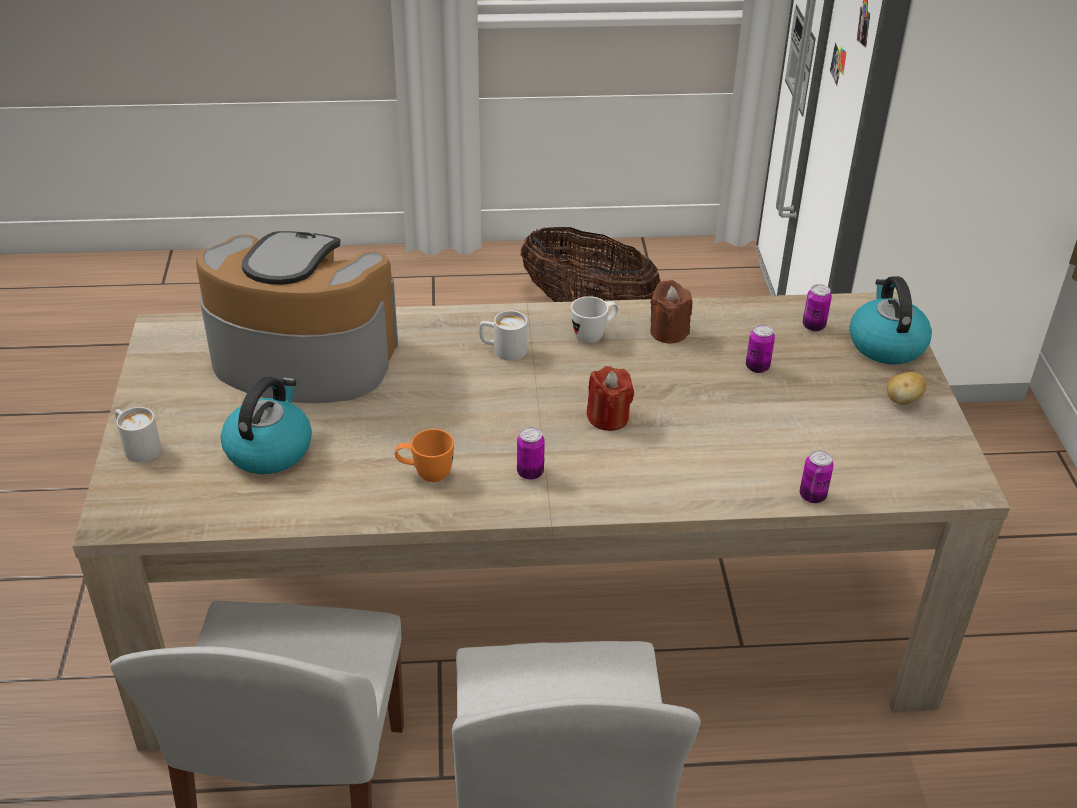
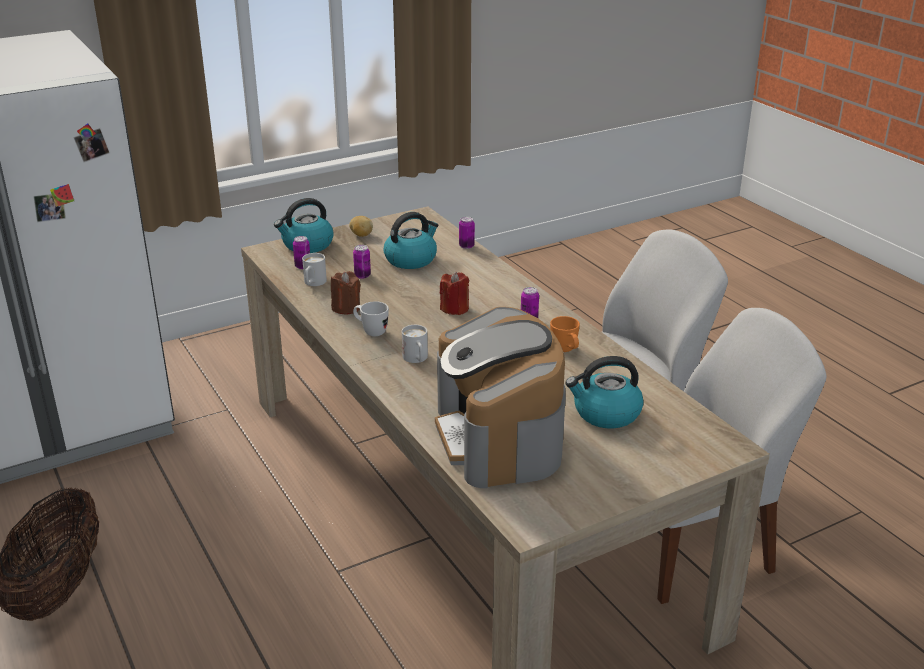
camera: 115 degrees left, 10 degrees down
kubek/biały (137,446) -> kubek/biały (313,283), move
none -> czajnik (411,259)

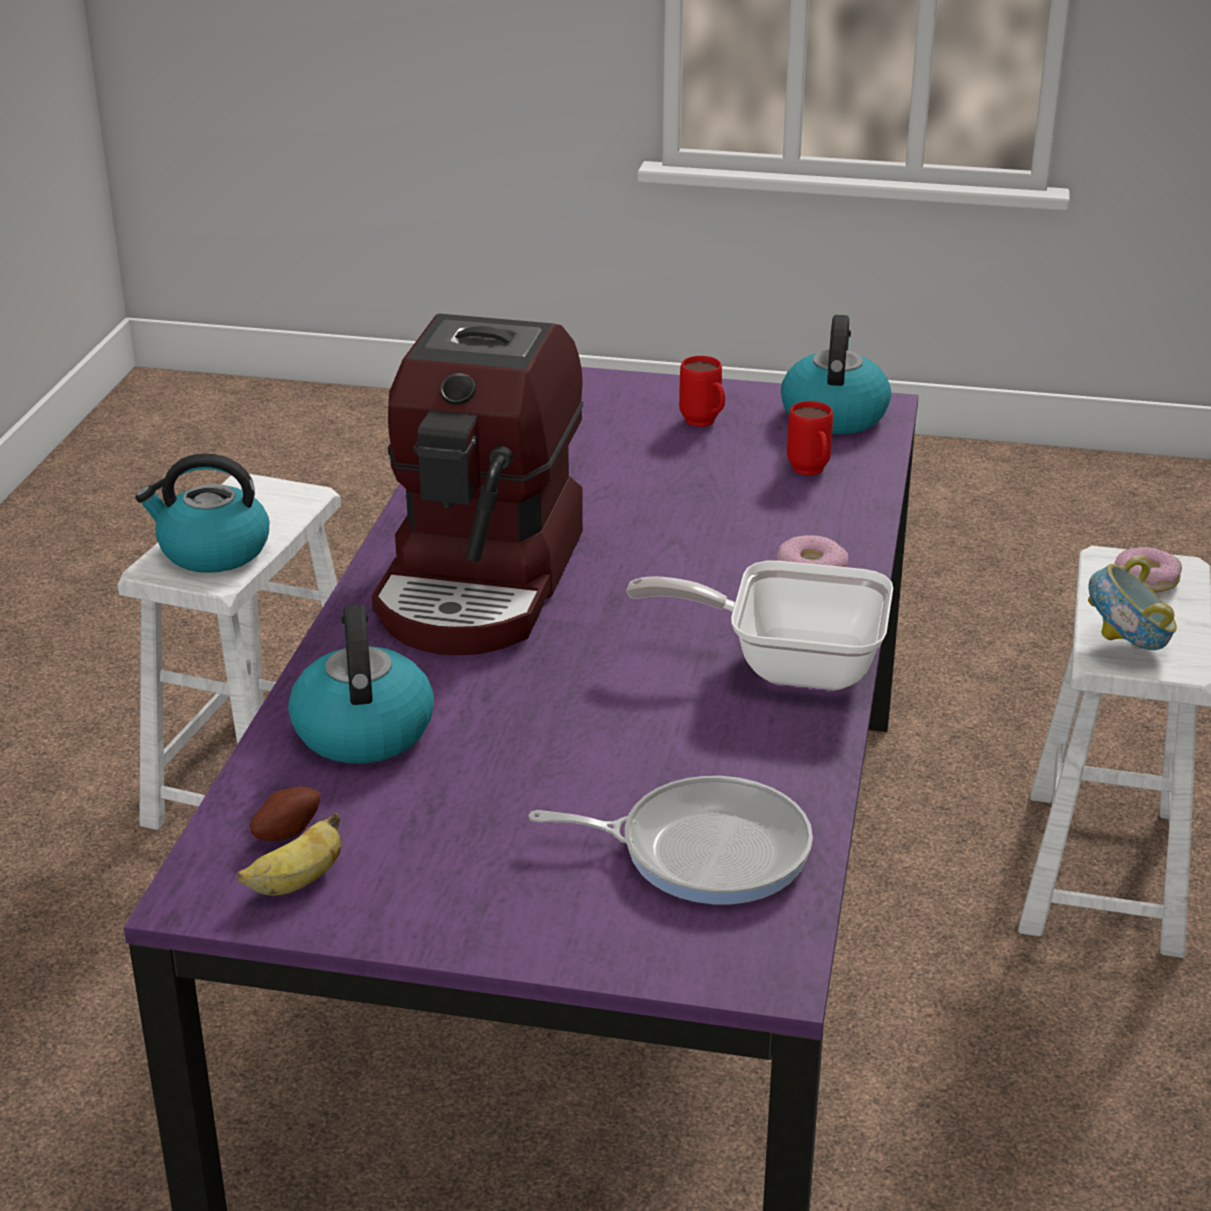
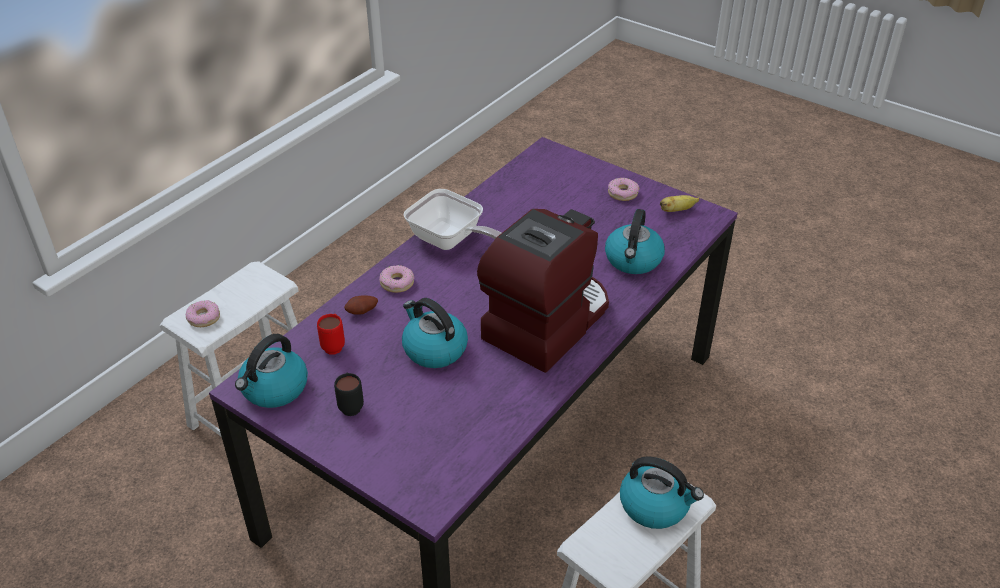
camera: 155 degrees left, 10 degrees up
ziemniak (285,831) -> ziemniak (362,312), move
patelnia (704,850) -> none
kubek/czerwony (704,424) -> kubek/czarny (351,405)
miska (1126,648) -> none
none -> czajnik (434,349)
none -> donut (622,193)

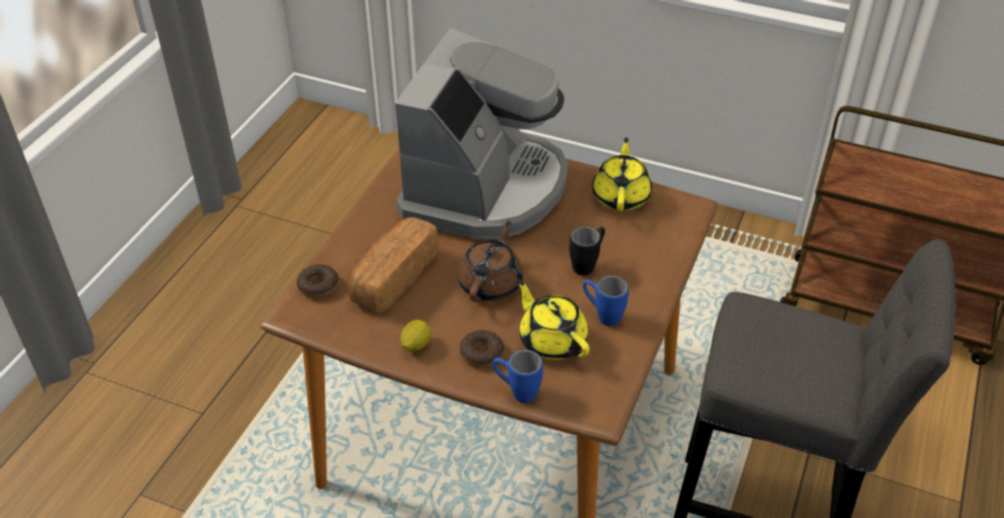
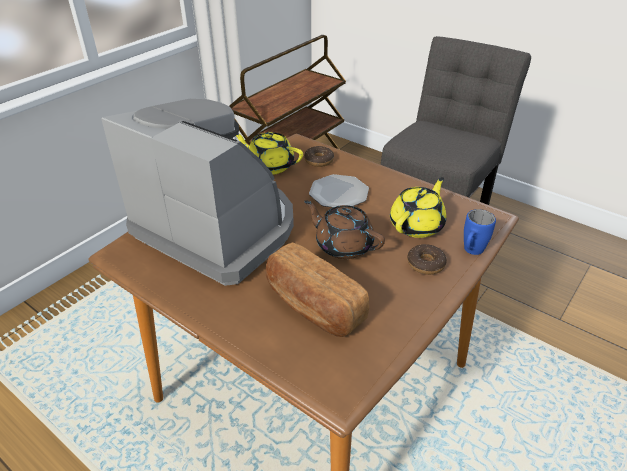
camera: 75 degrees left, 5 degrees down
donut (318,286) -> donut (319,160), move
cytryna (415,345) -> none
imbryk/żółty (552,340) -> imbryk/żółty (417,225), 150 degrees clockwise
kubek/czarny (588,264) -> talerz (338,194)
kubek/niebieski (602,315) -> none

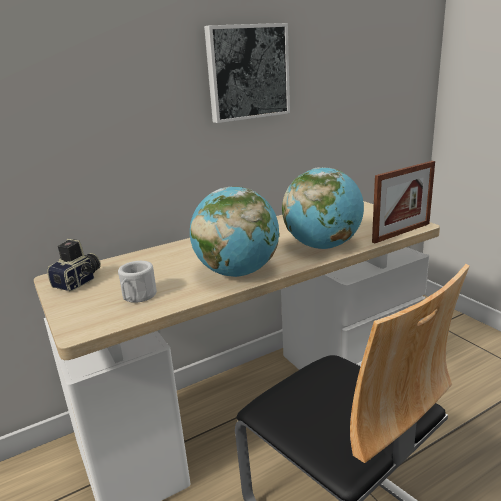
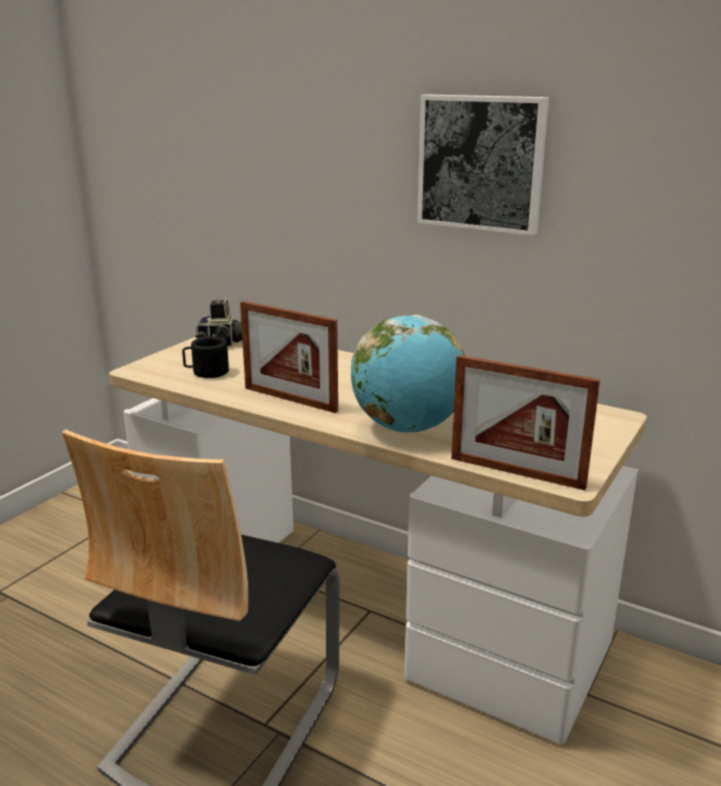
camera: 60 degrees right, 0 degrees up
kubek/biały (137,297) -> kubek/czarny (206,372)
globus (237,272) -> ramka na zdjęcie (290,399)

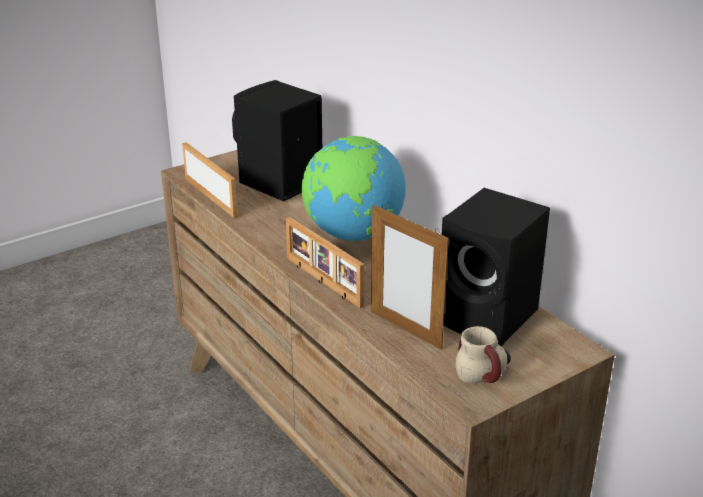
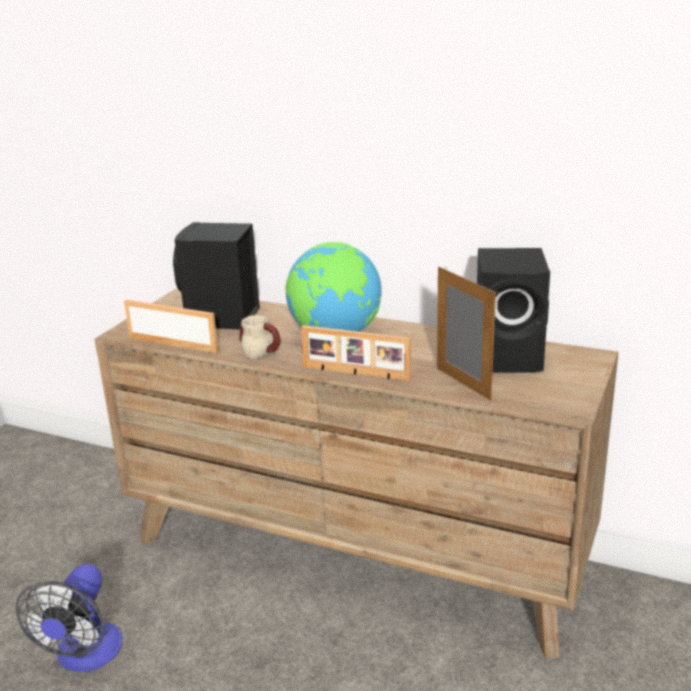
camera: 30 degrees left, 5 degrees down
ramka na zdjęcie (405,330) -> ramka na zdjęcie (463,383), 135 degrees counterclockwise
kubek (487,376) -> kubek (266,352), move
none -> wentylator (84,656)

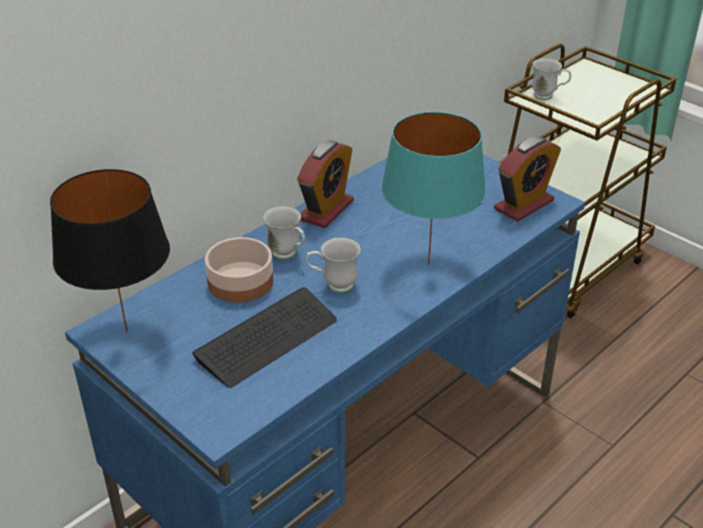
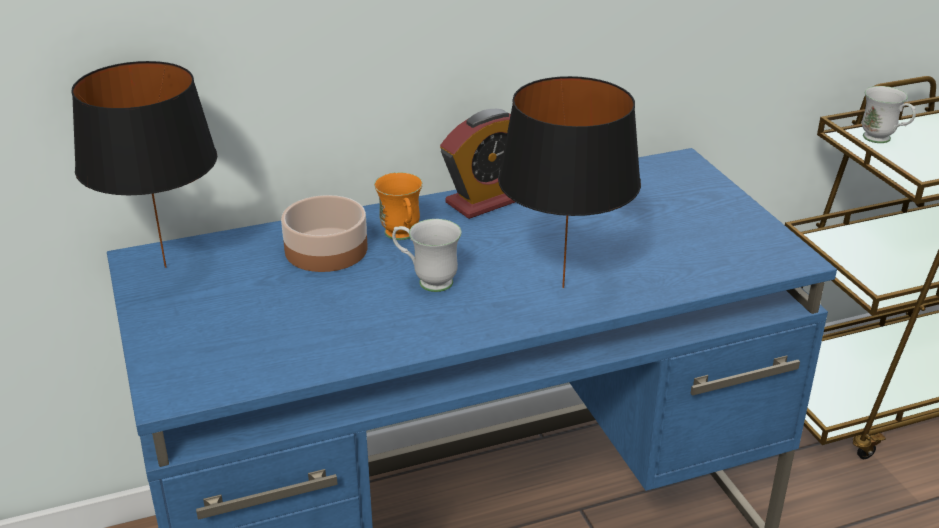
camera: 25 degrees right, 5 degrees down
klawiatura (267,339) -> none
kubek/biały (288,255) -> kubek/pomarańczowy (402,236)
lampa stołowa/turkusowy (429,264) -> lampa stołowa/czarny (563,288)
budzik (523,205) -> none

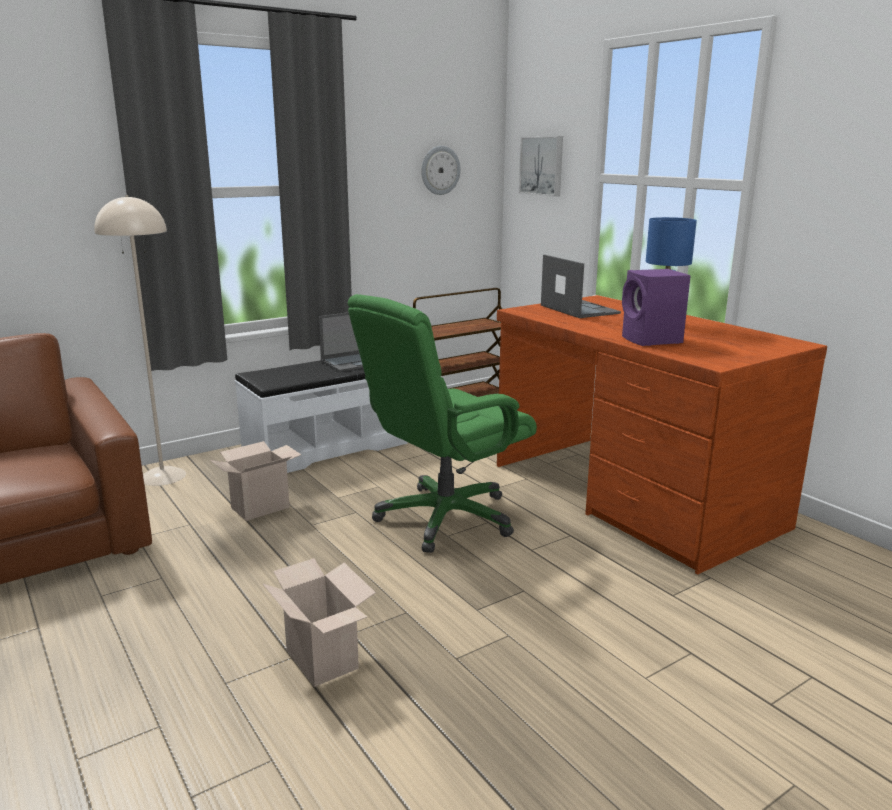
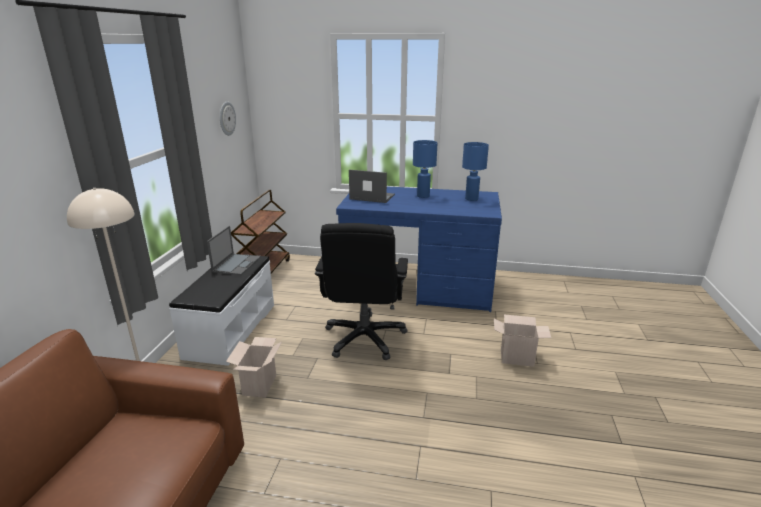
camera: 45 degrees left, 5 degrees up
karton (325,660) -> karton (518,357), move
krzesło biurowe/zielony (444,518) -> krzesło biurowe/czarny (365,338)
biurko/brązowy (631,495) -> biurko/niebieski (418,287)
obraz (542,165) -> none
głośnik/fioletowy (652,340) -> none
none -> lampa stołowa/niebieski (471,199)

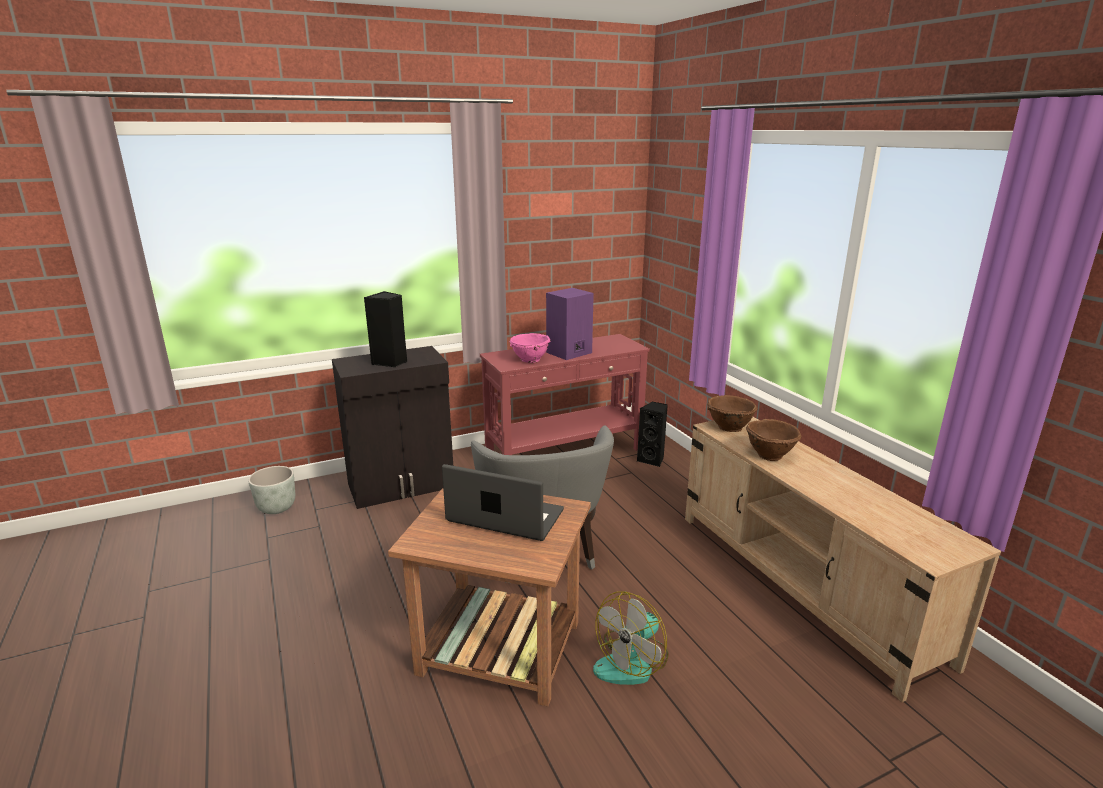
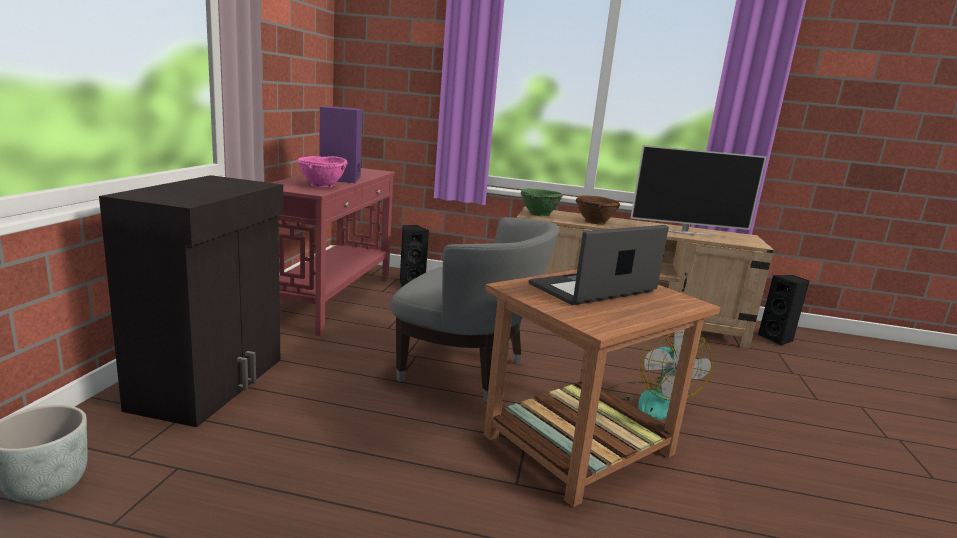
camera: 55 degrees left, 5 degrees down
głośnik/czarny (390,362) -> głośnik/czarny (777,339), move
miska/brązowy (729,427) -> miska/zielony (538,214)
none -> telewizor (686,233)

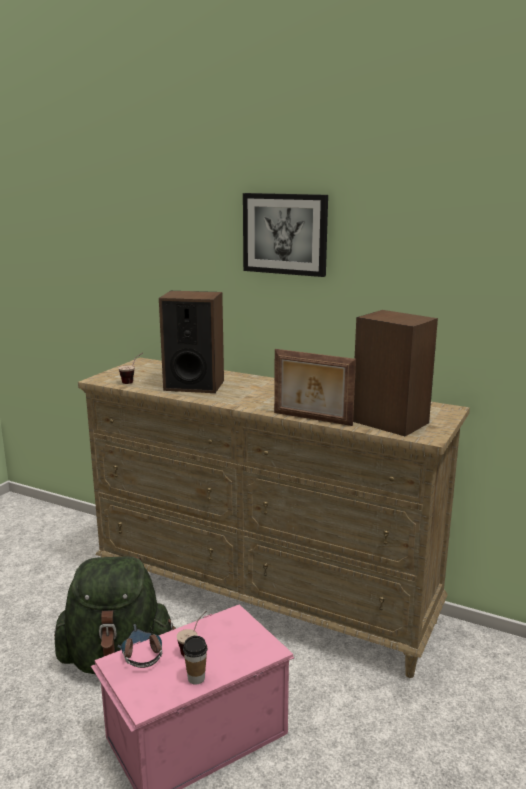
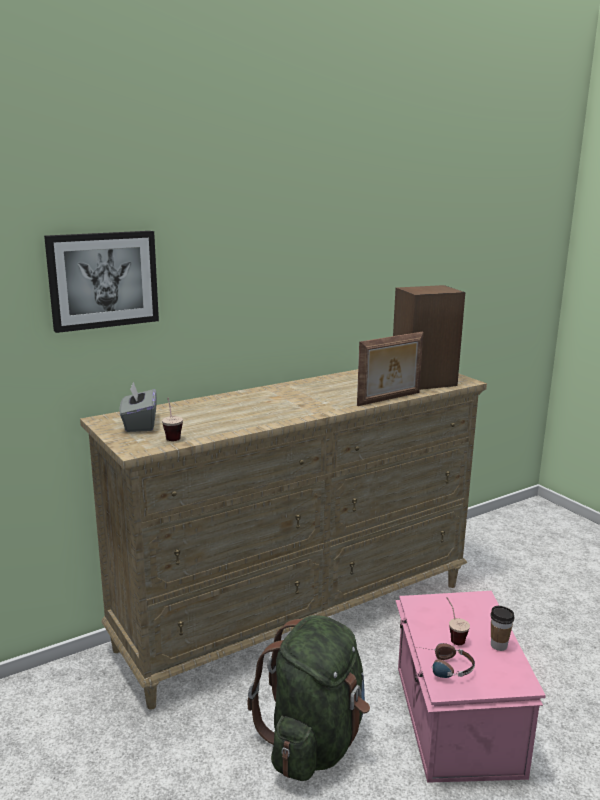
camera: 60 degrees left, 0 degrees up
głośnik (194,385) -> none
obraz (285,234) -> obraz (103,280), move
none -> pudełko chusteczek/szary (139,424)

